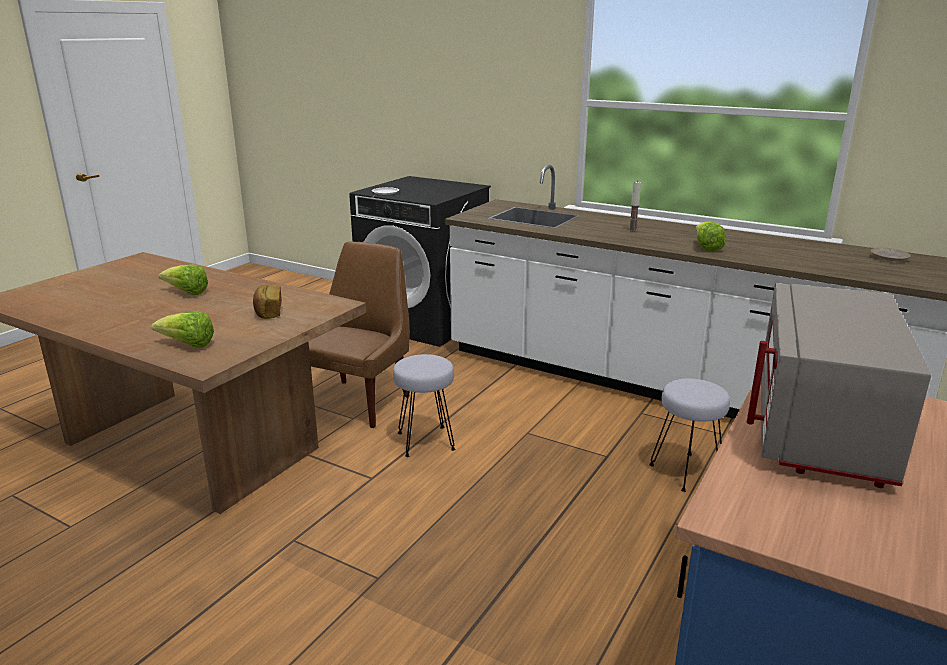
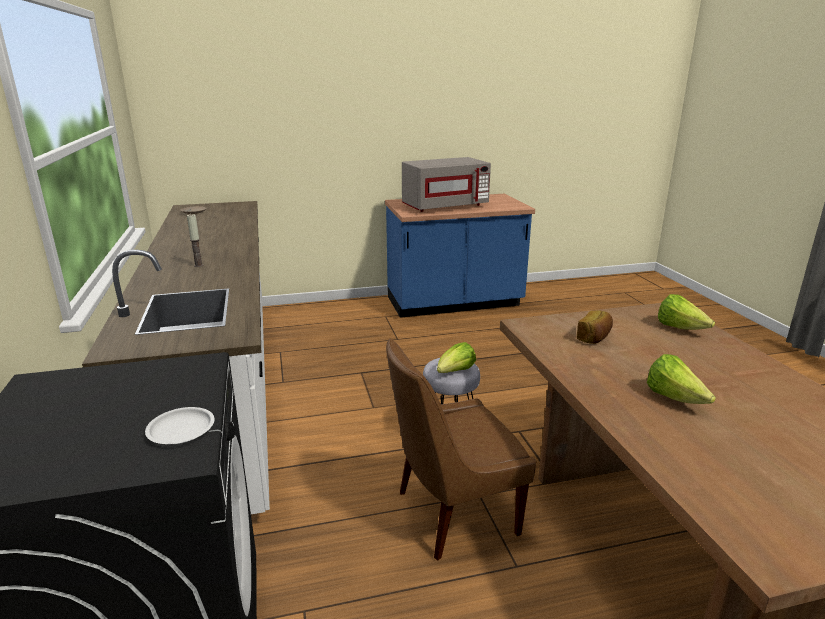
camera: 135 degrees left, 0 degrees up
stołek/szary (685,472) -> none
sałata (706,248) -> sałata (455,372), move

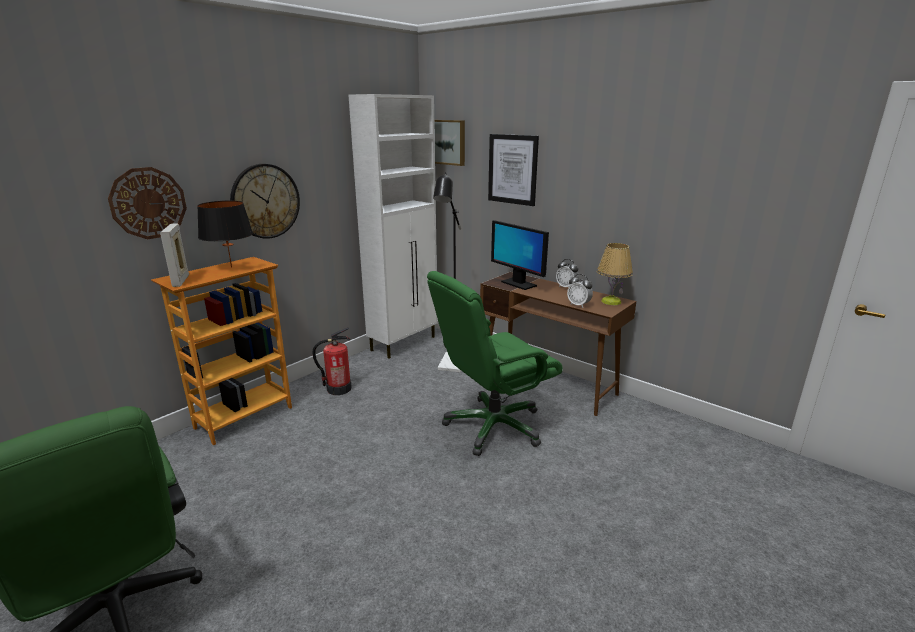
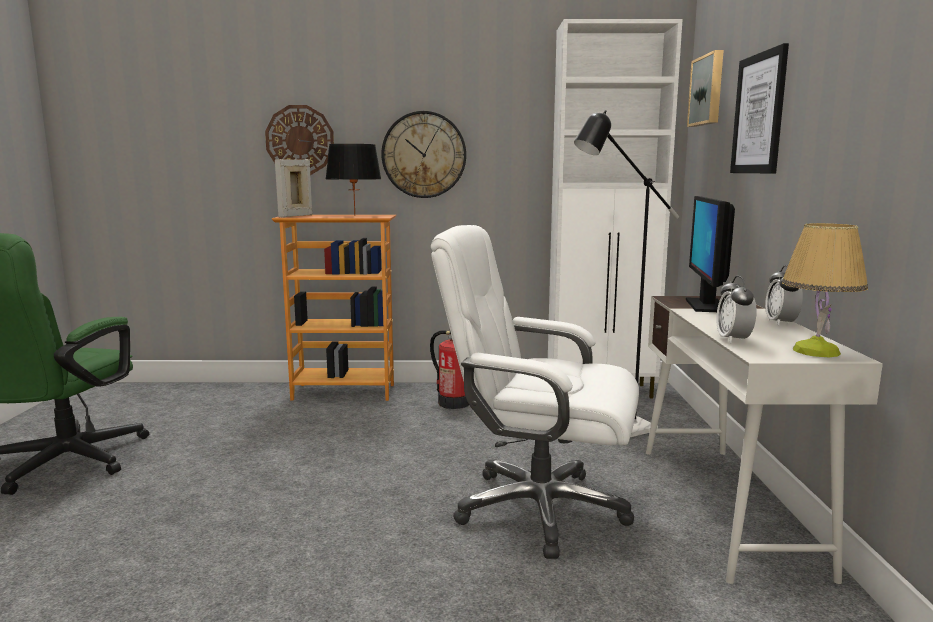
camera: 50 degrees right, 10 degrees down
krzesło biurowe/zielony (493,426) -> krzesło biurowe/biały (538,509)
biurko/brązowy (548,383) -> biurko/biały (726,506)

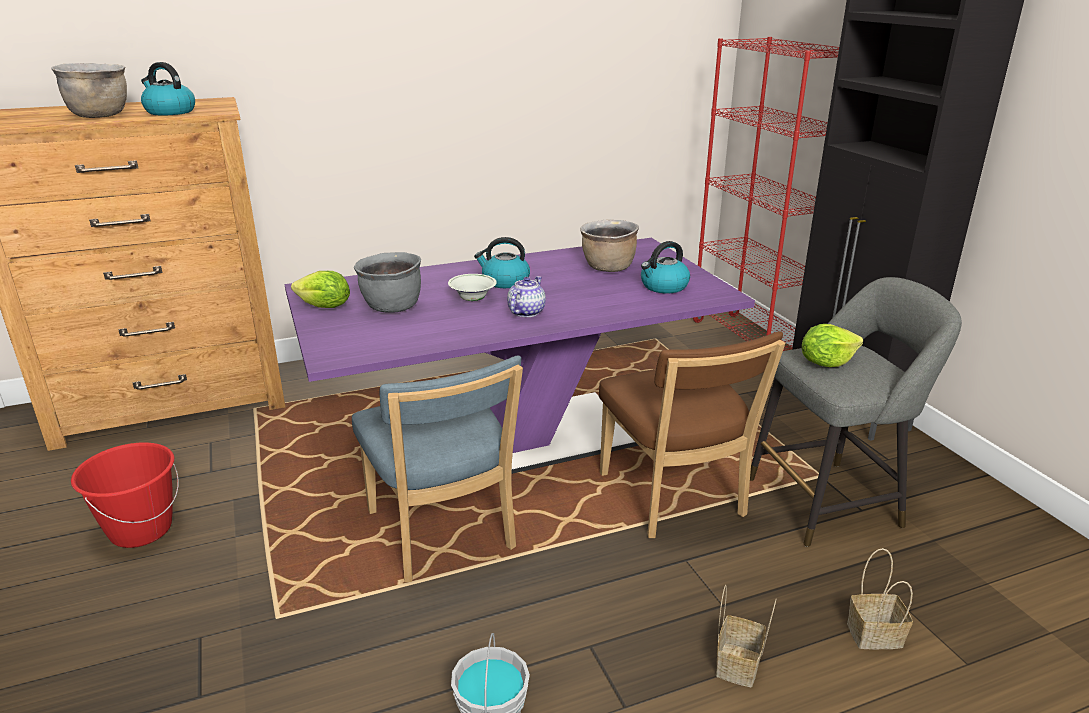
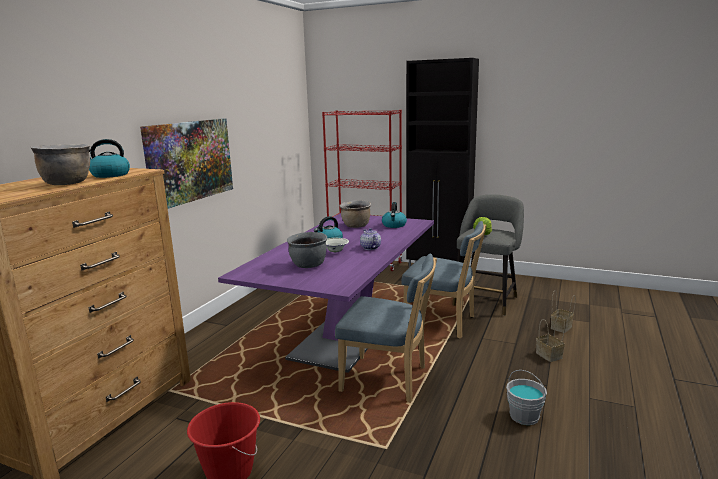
camera: 45 degrees left, 10 degrees down
sałata (325,307) -> none
krzesło/brązowy (674,499) -> krzesło/niebieski (443,323)
none -> obraz (190,161)

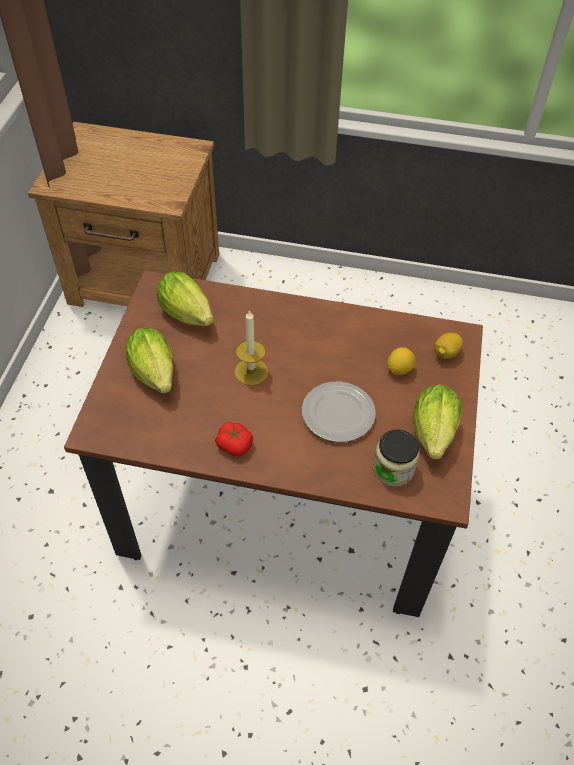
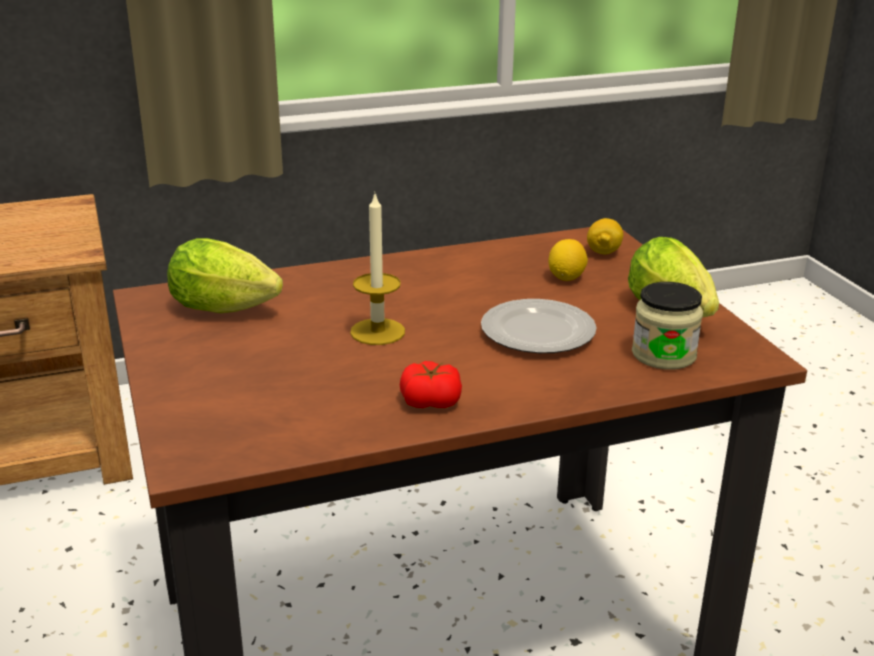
camera: 30 degrees left, 25 degrees down
sałata (155,376) -> none

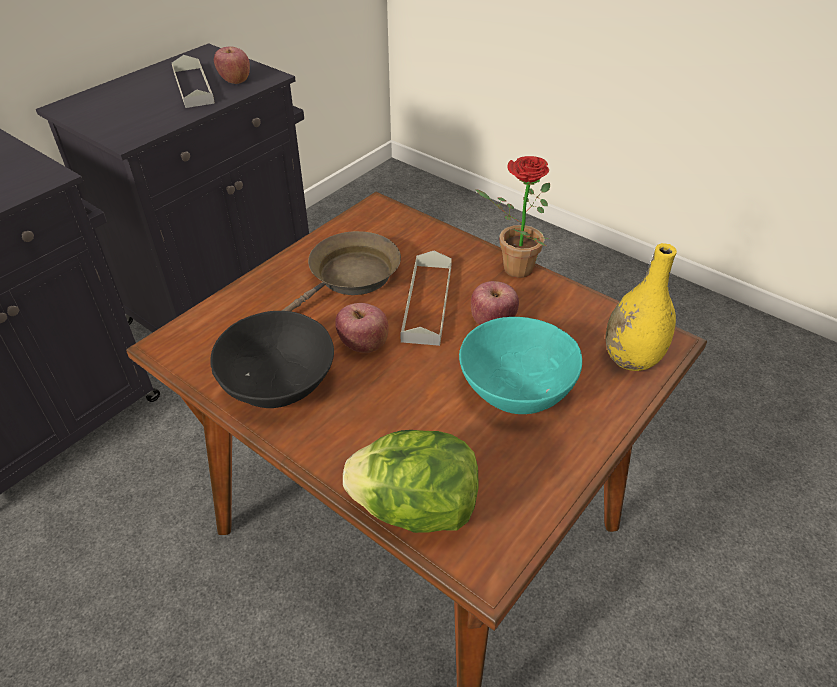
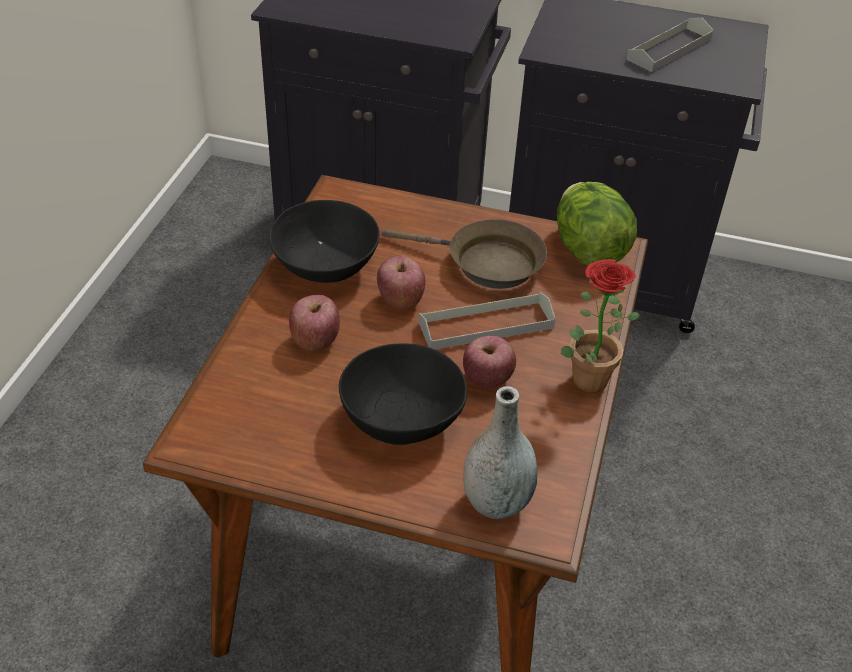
camera: 65 degrees right, 0 degrees up
jabłko (235,80) -> jabłko (315,340), move
sałata (416,508) -> sałata (588,250), move
miska/turkusowy (515,388) -> miska/czarny (401,417)
wazon/żółty (631,359) -> wazon/szary (496,503)

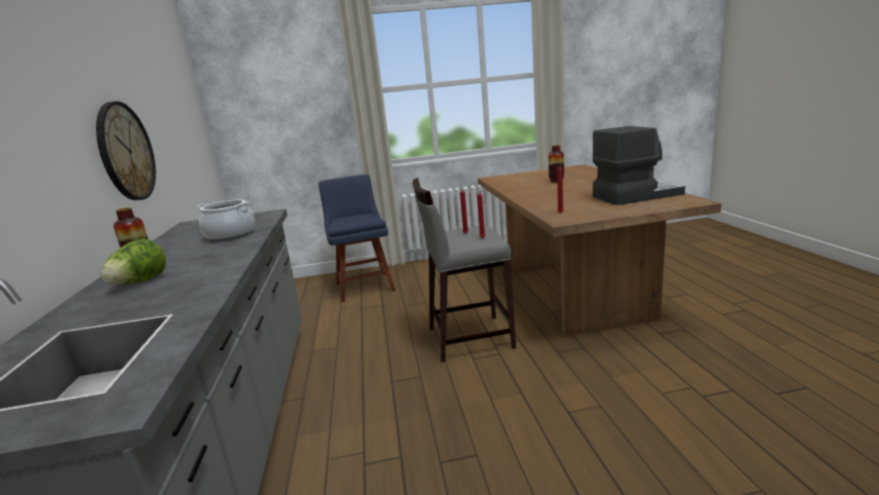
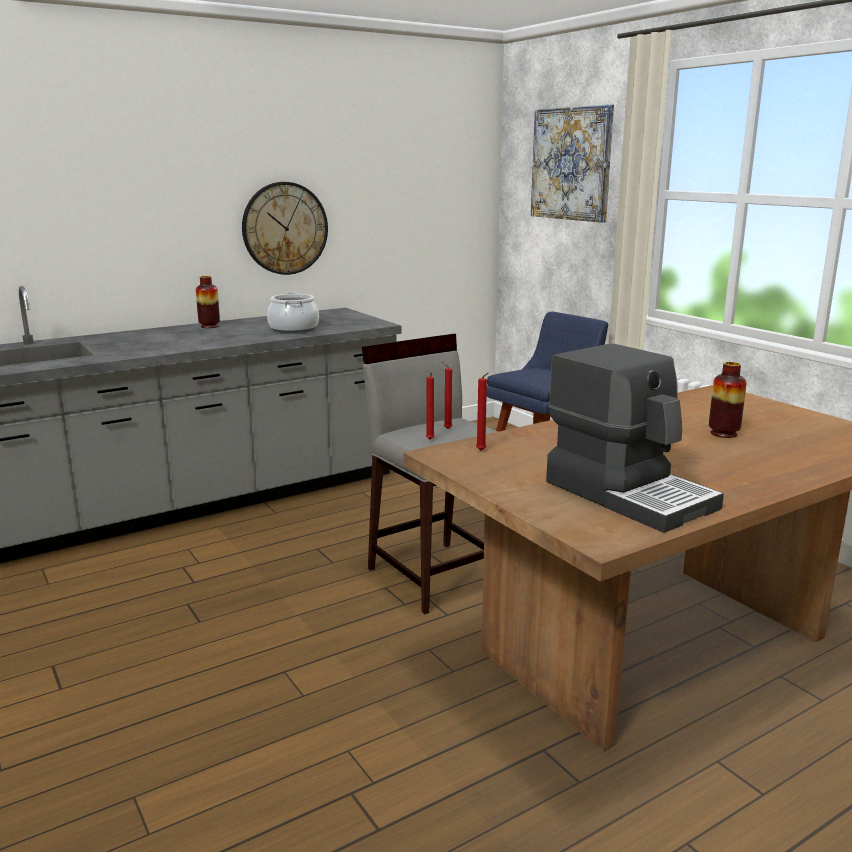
camera: 65 degrees right, 0 degrees up
sałata (139,282) -> none
none -> obraz (571,164)

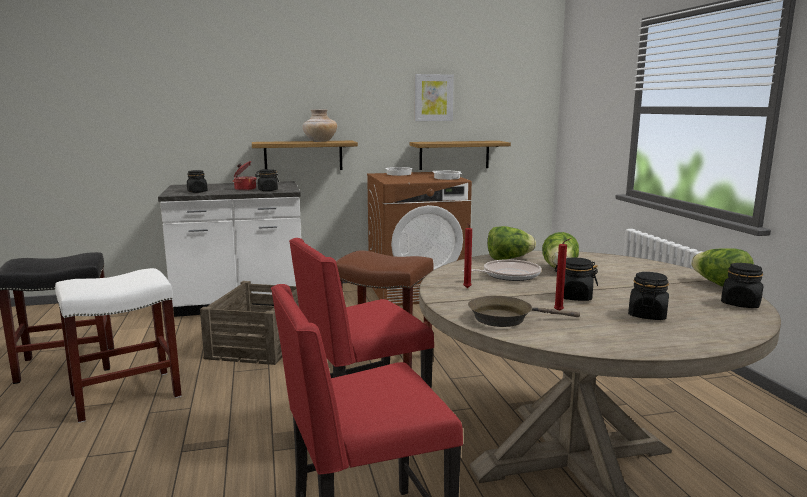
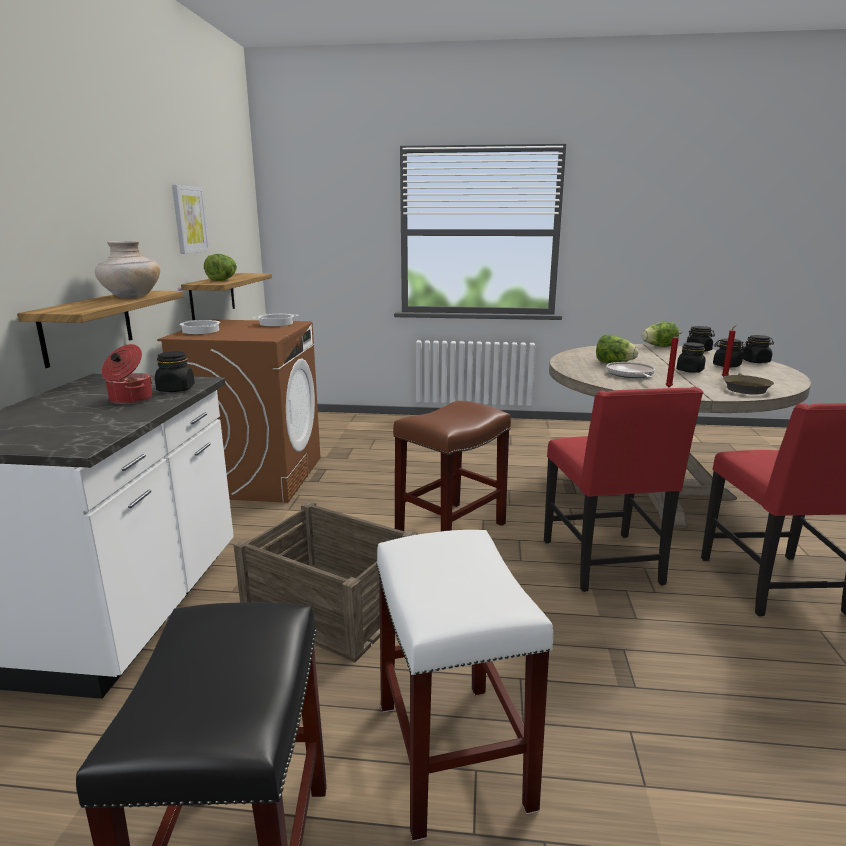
camera: 70 degrees left, 5 degrees up
słoik/czarny (197,192) -> słoik/czarny (755,361), move
sałata (508,259) -> sałata (223,280), move

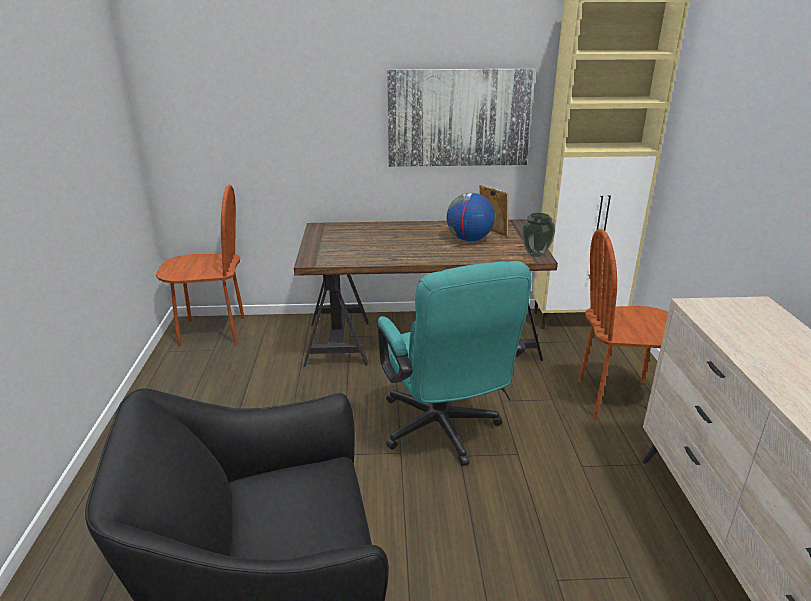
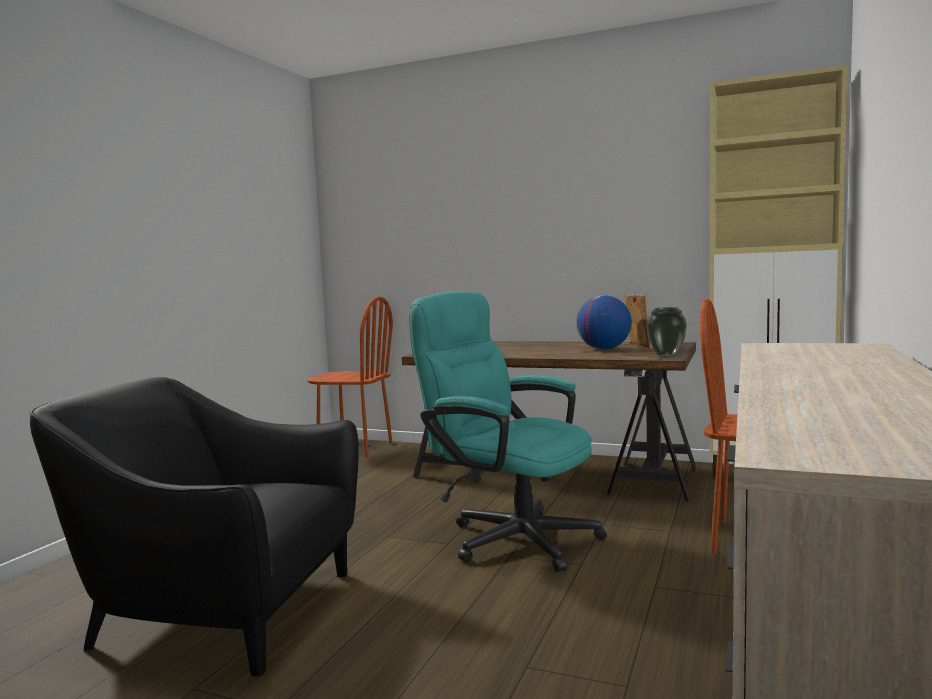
camera: 25 degrees right, 20 degrees down
krzesło biurowe/turkusowy (443,432) -> krzesło biurowe/turkusowy (510,536), 120 degrees clockwise
obraz (459,118) -> none

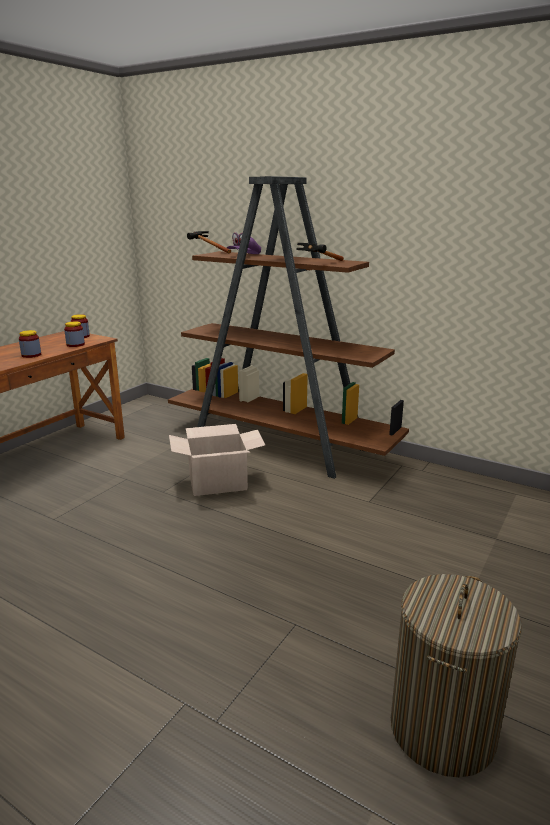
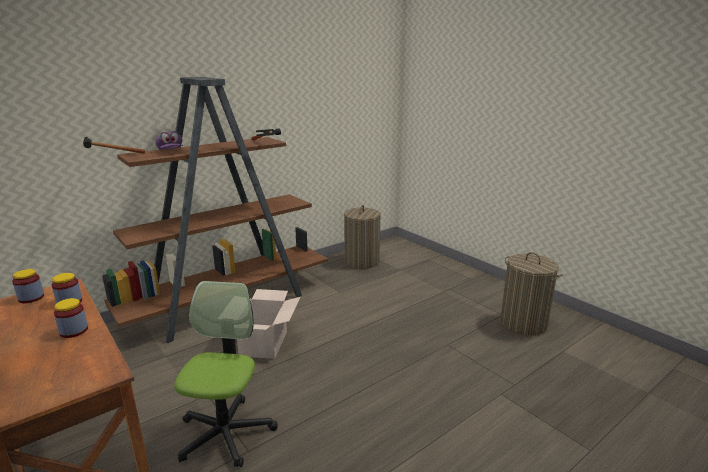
camera: 70 degrees left, 0 degrees up
none -> krzesło biurowe (225,433)
none -> kosz na pranie (361,261)

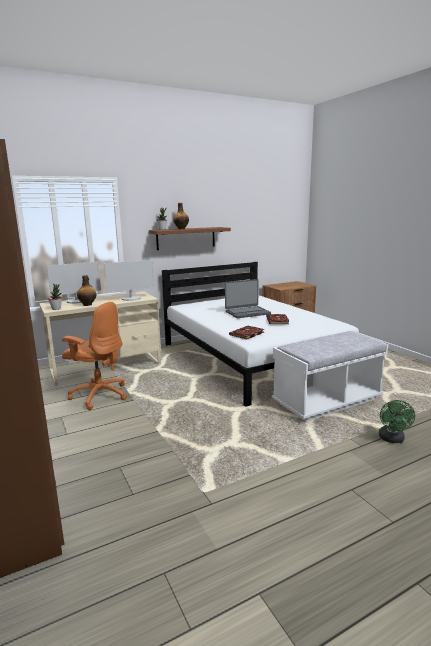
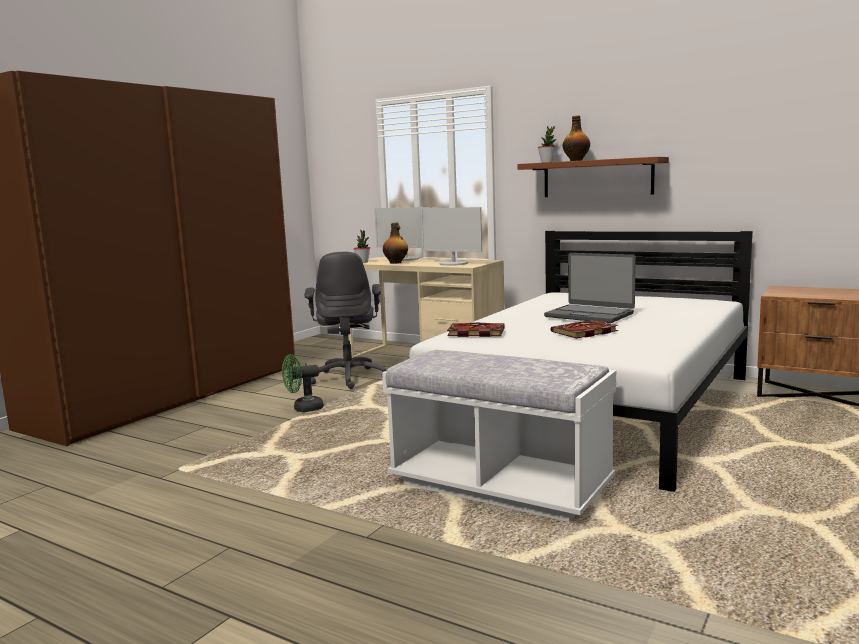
camera: 60 degrees right, 5 degrees down
krzesło biurowe/pomarańczowy (99,395) -> krzesło biurowe/szary (349,377)
wentylator/zielony (392,439) -> wentylator/zielony (303,409), move

